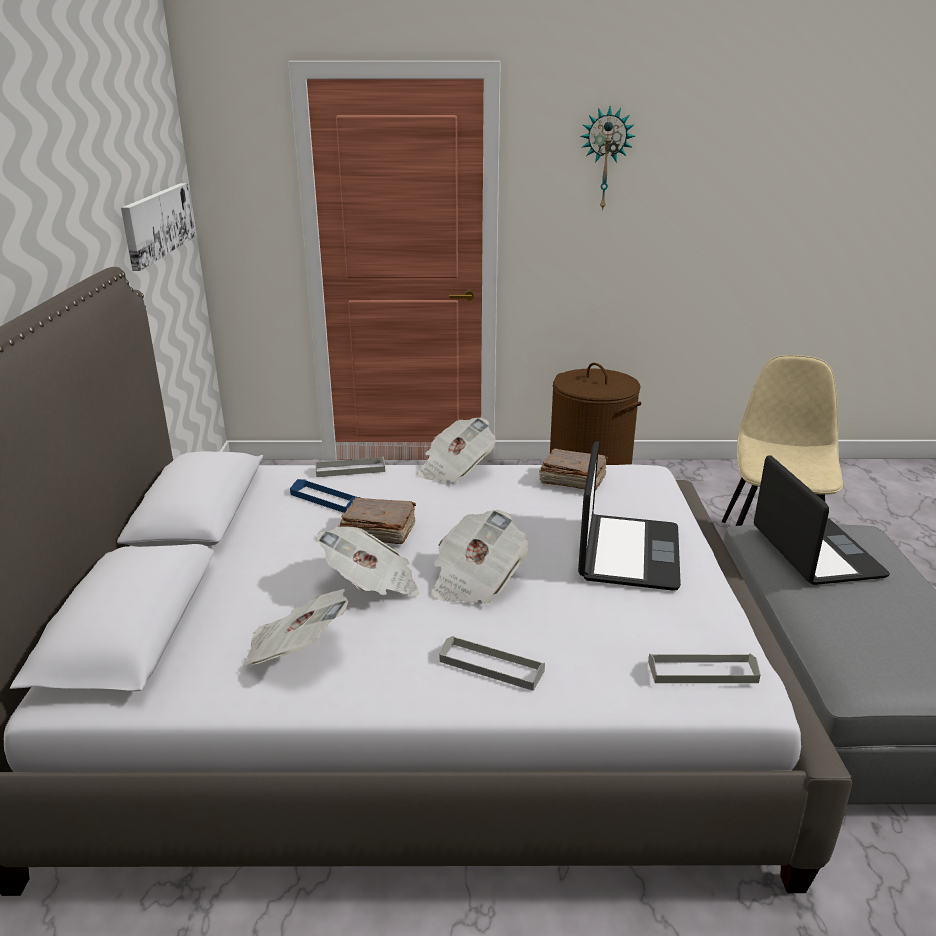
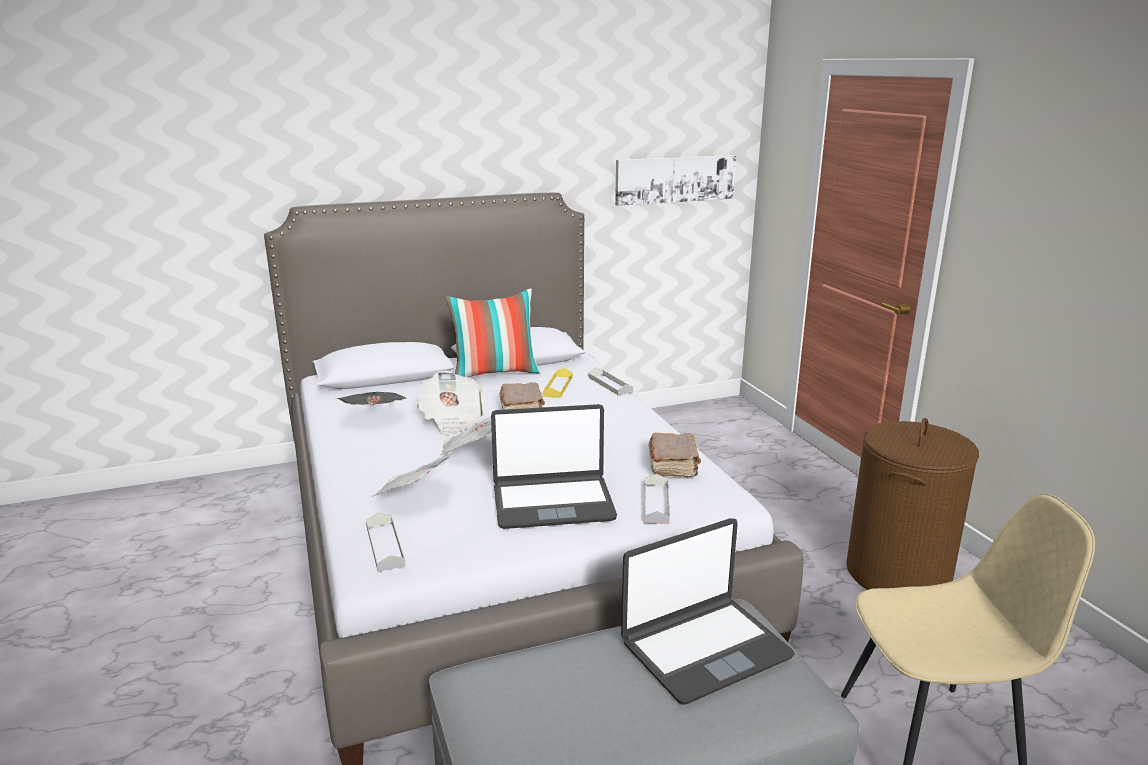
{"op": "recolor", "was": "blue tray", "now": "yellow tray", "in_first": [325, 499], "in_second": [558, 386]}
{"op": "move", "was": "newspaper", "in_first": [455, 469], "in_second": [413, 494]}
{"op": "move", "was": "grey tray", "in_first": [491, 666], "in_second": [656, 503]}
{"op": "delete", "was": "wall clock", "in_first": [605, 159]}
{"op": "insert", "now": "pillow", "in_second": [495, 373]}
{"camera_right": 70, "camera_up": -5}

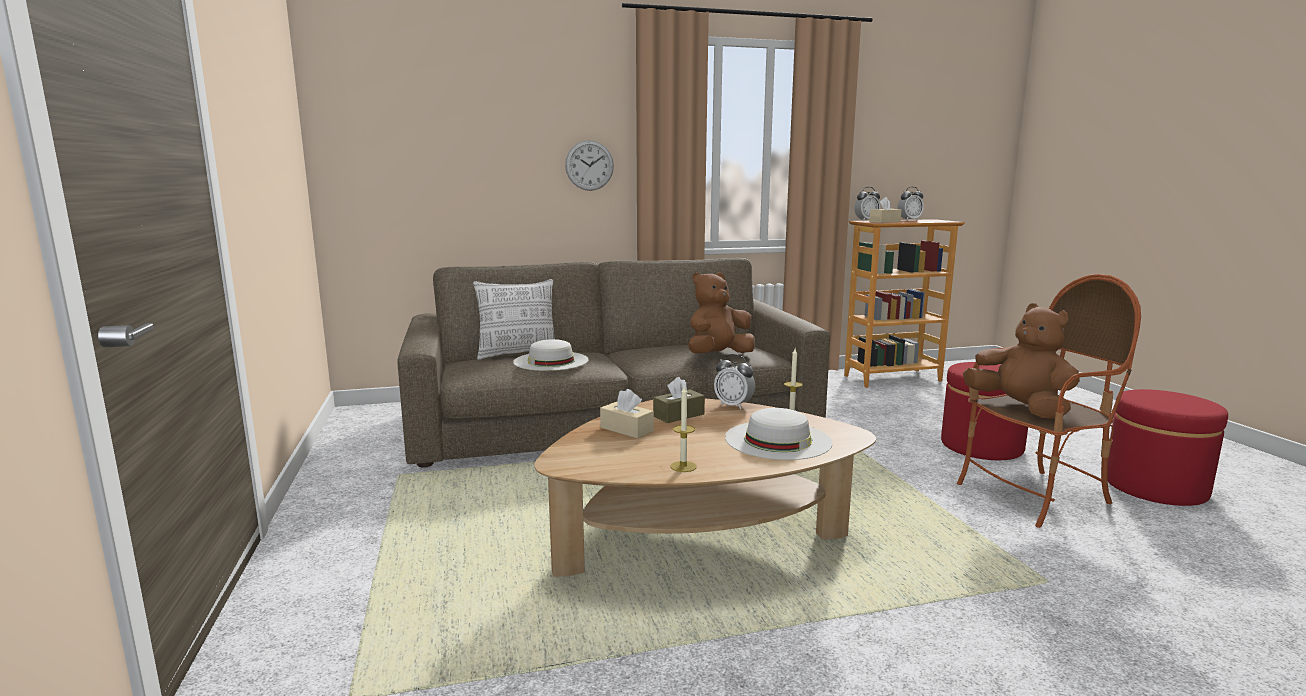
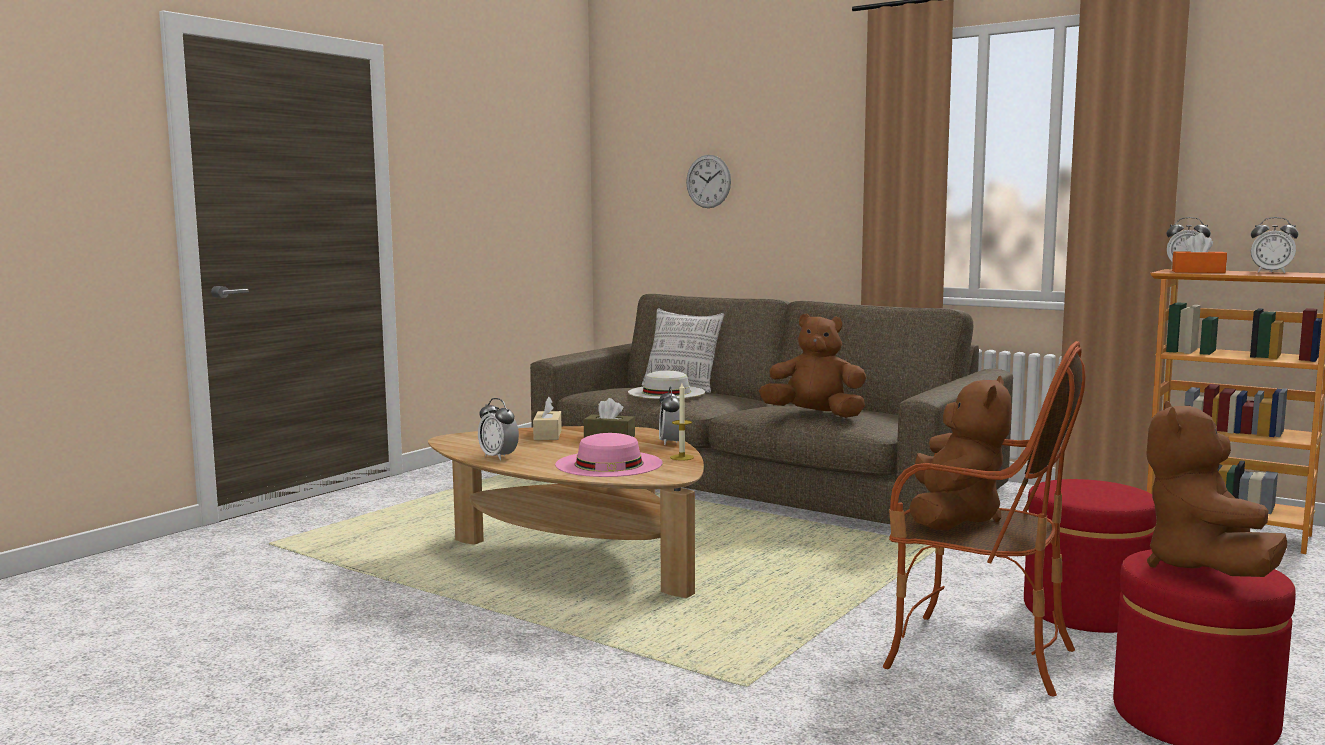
{"op": "move", "was": "wall clock", "in_first": [589, 165], "in_second": [708, 181]}
{"op": "replace", "was": "candle", "now": "alarm clock", "in_first": [683, 466], "in_second": [498, 457]}
{"op": "recolor", "was": "white hat", "now": "pink hat", "in_first": [778, 440], "in_second": [609, 464]}
{"op": "recolor", "was": "beige tissue box", "now": "orange tissue box", "in_first": [884, 222], "in_second": [1198, 272]}
{"op": "insert", "now": "brown plush toy", "in_second": [1203, 569]}
{"camera_right": 50, "camera_up": -5}

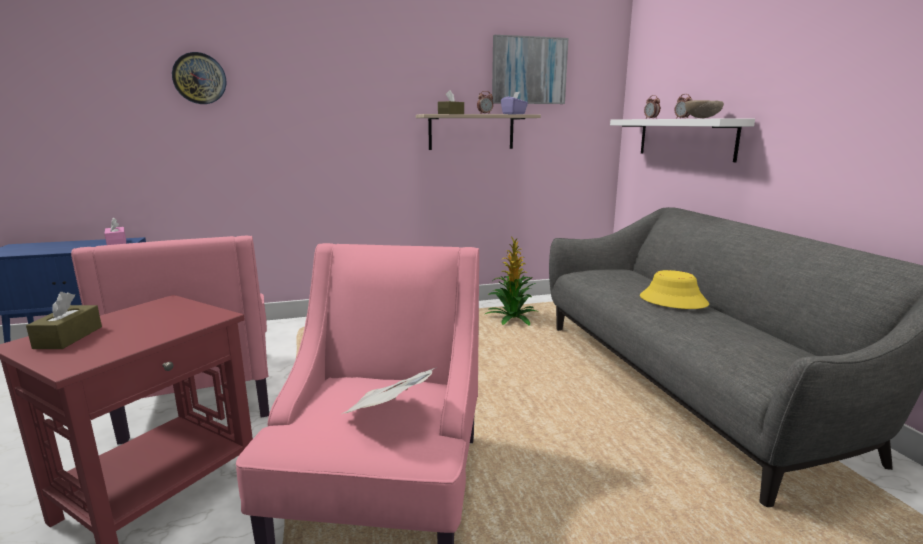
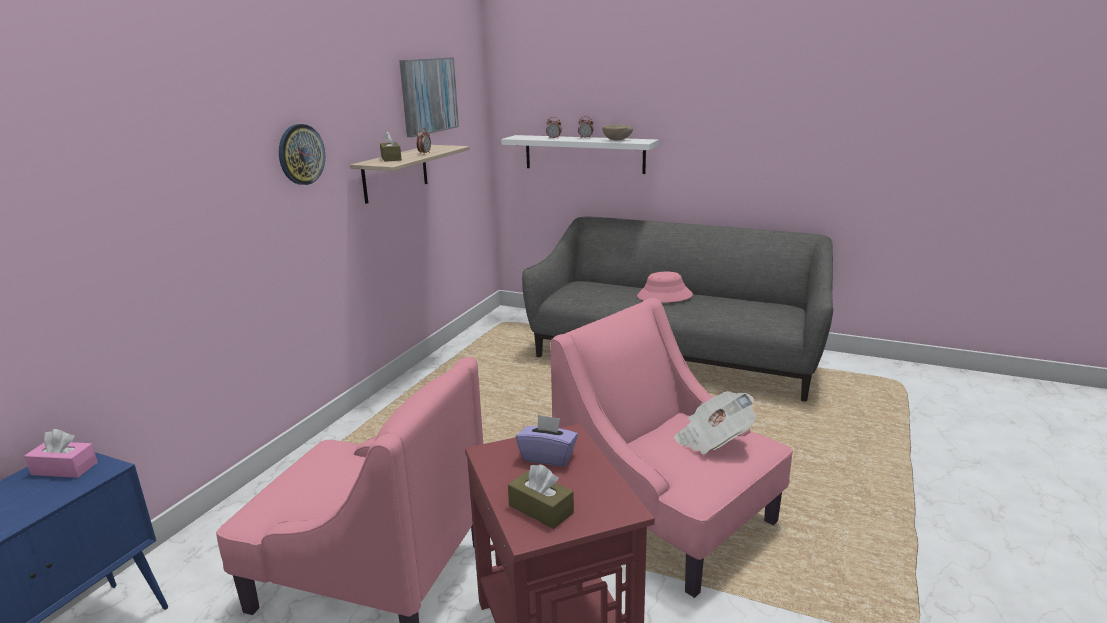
{"op": "move", "was": "wall clock", "in_first": [199, 78], "in_second": [301, 154]}
{"op": "delete", "was": "potted plant", "in_first": [511, 318]}
{"op": "move", "was": "purple tissue box", "in_first": [514, 114], "in_second": [548, 456]}
{"op": "recolor", "was": "yellow hat", "now": "pink hat", "in_first": [672, 301], "in_second": [664, 296]}
{"camera_right": -50, "camera_up": 5}

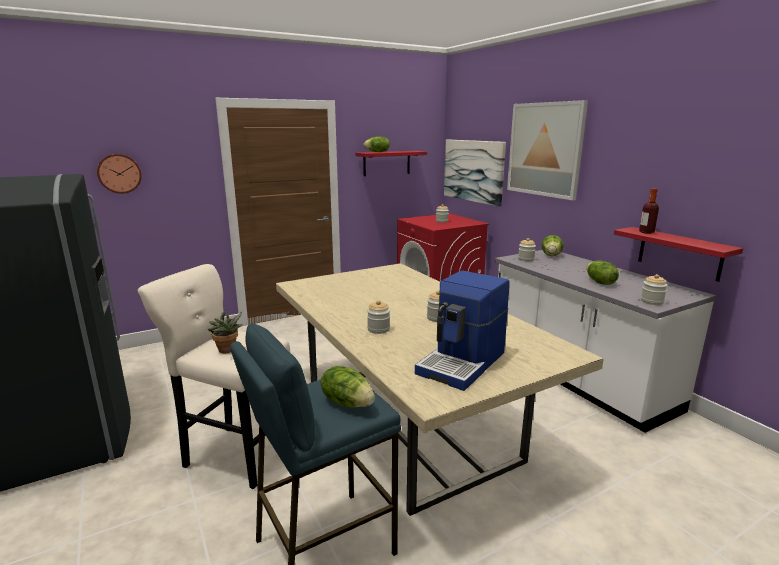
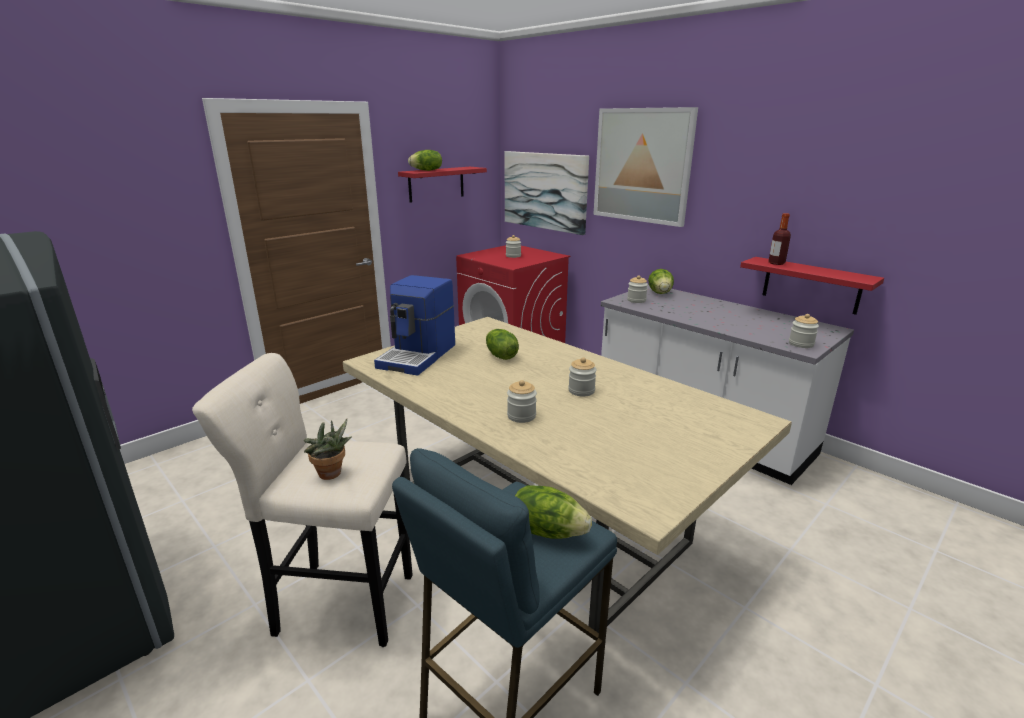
{"op": "delete", "was": "wall clock", "in_first": [119, 173]}
{"op": "move", "was": "coffee machine", "in_first": [463, 363], "in_second": [418, 356]}
{"op": "move", "was": "lettuce", "in_first": [599, 282], "in_second": [500, 356]}
{"camera_right": -15, "camera_up": 5}

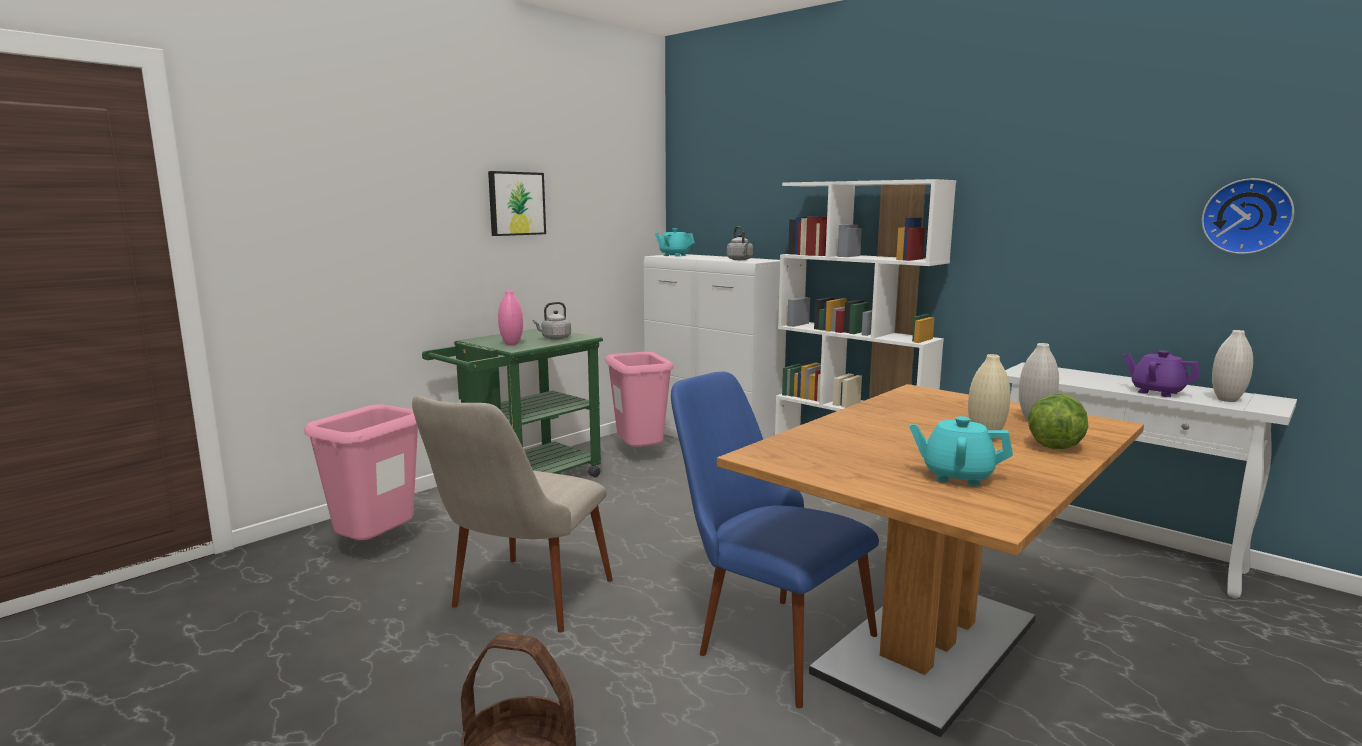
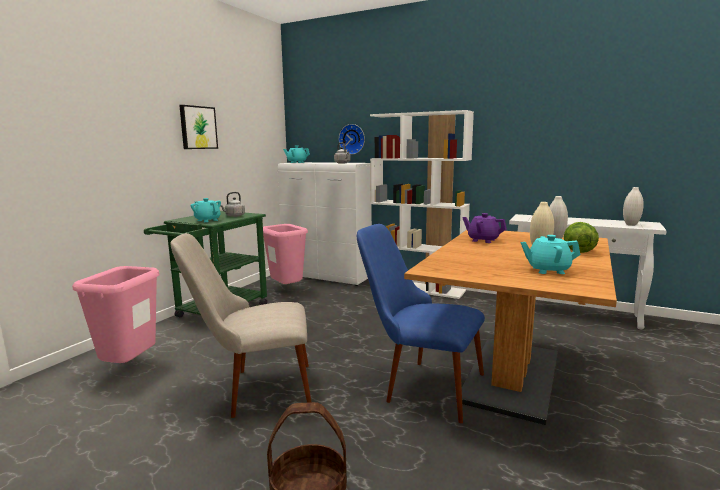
{"op": "rotate", "was": "beige chair", "in_first": [519, 606], "in_second": [254, 390], "clockwise": 75}
{"op": "replace", "was": "pink vase", "now": "turquoise teapot", "in_first": [511, 344], "in_second": [207, 220]}
{"op": "move", "was": "purple teapot", "in_first": [1157, 392], "in_second": [483, 240]}
{"op": "move", "was": "wall clock", "in_first": [1247, 216], "in_second": [352, 139]}
{"camera_right": -15, "camera_up": 0}

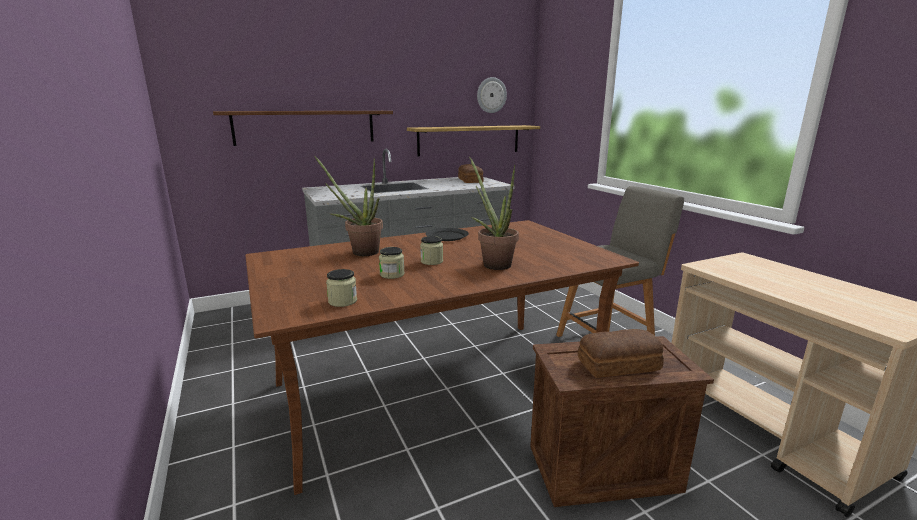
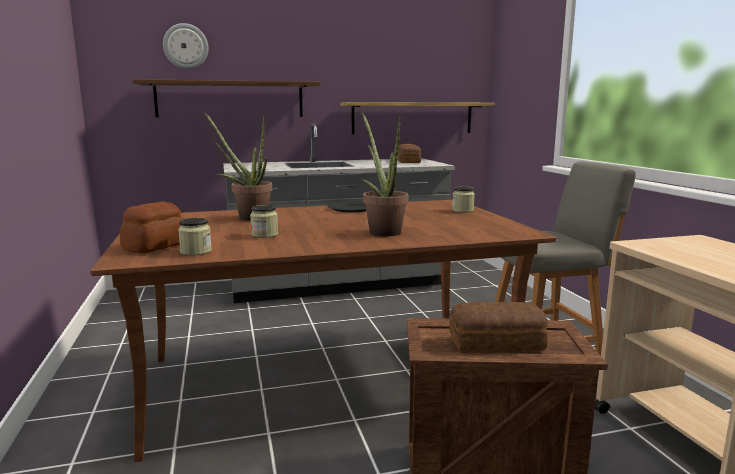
{"op": "move", "was": "jar", "in_first": [432, 261], "in_second": [462, 210]}
{"op": "move", "was": "wall clock", "in_first": [491, 95], "in_second": [186, 46]}
{"op": "insert", "now": "bread", "in_second": [156, 246]}
{"camera_right": 10, "camera_up": -5}

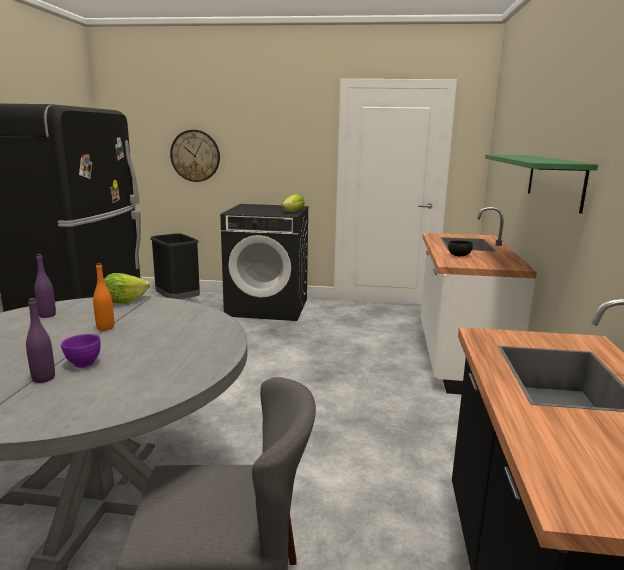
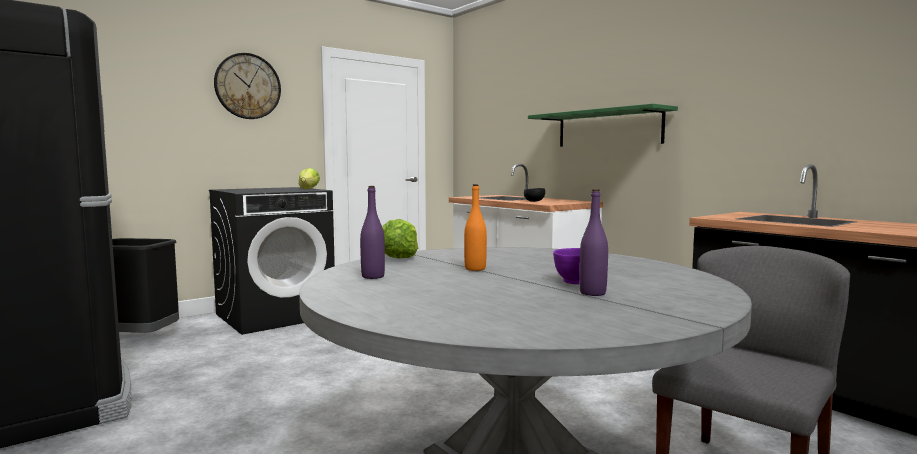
{"op": "move", "was": "wall clock", "in_first": [195, 156], "in_second": [247, 86]}
{"camera_right": -45, "camera_up": -10}

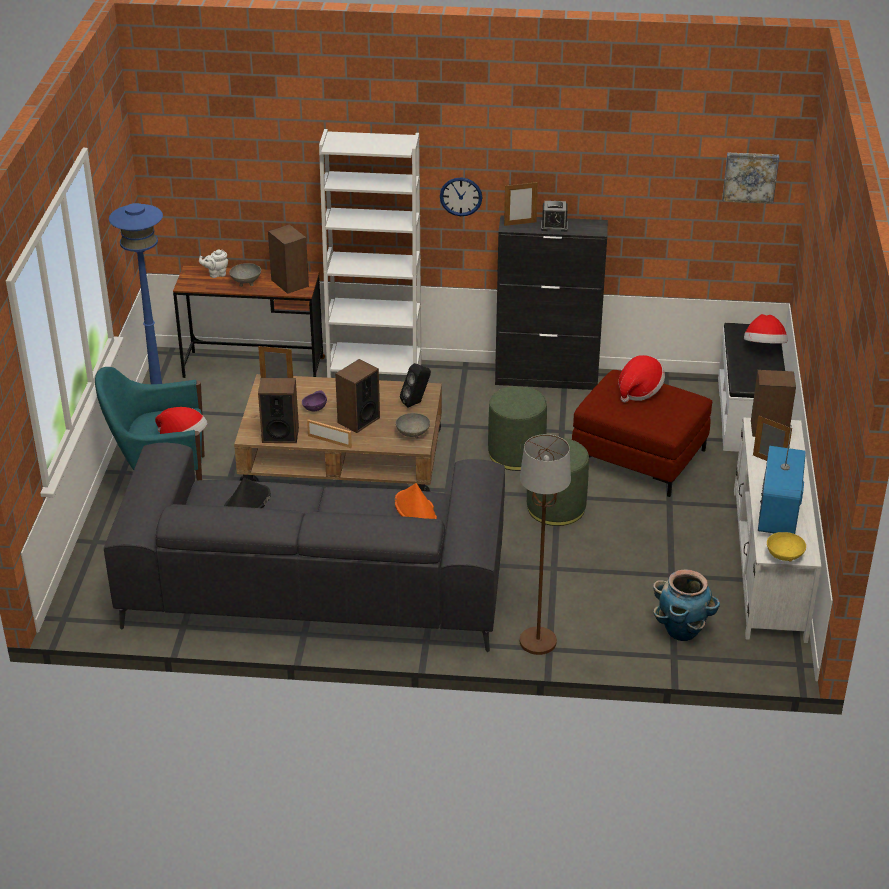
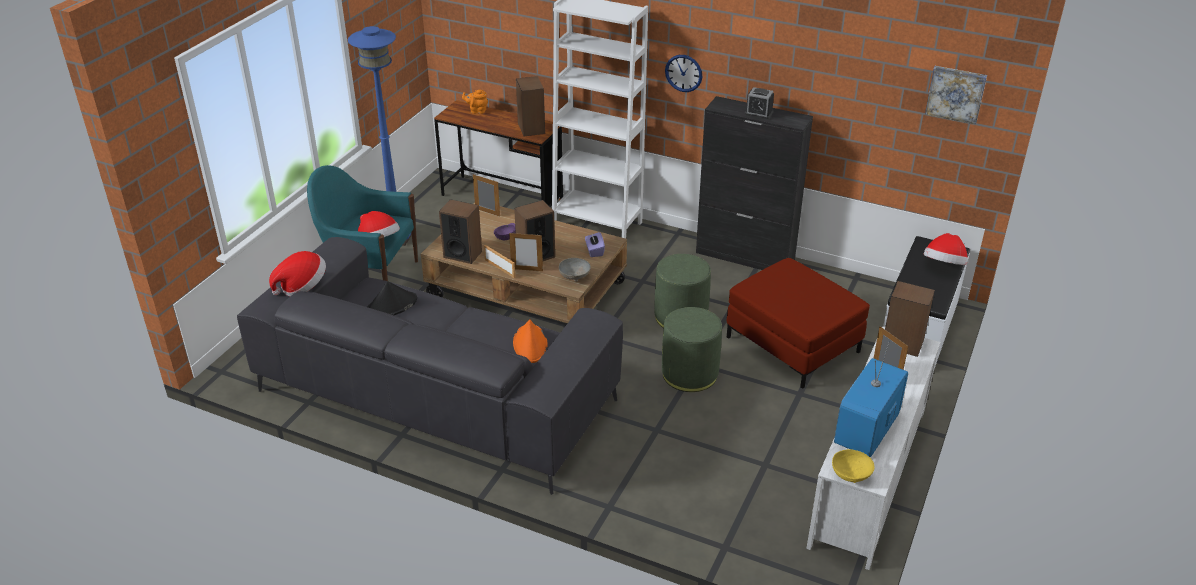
{"op": "recolor", "was": "white teapot", "now": "orange teapot", "in_first": [216, 274], "in_second": [477, 111]}
{"op": "delete", "was": "grey bowl", "in_first": [246, 282]}
{"op": "replace", "was": "black speaker", "now": "purple tissue box", "in_first": [416, 403], "in_second": [594, 251]}
{"op": "move", "was": "picture frame", "in_first": [520, 223], "in_second": [527, 270]}
{"op": "delete", "was": "brown floor lamp", "in_first": [537, 642]}
{"op": "move", "was": "hat", "in_first": [639, 391], "in_second": [302, 287]}
{"op": "delete", "was": "planter", "in_first": [682, 631]}
{"camera_right": 20, "camera_up": 0}

